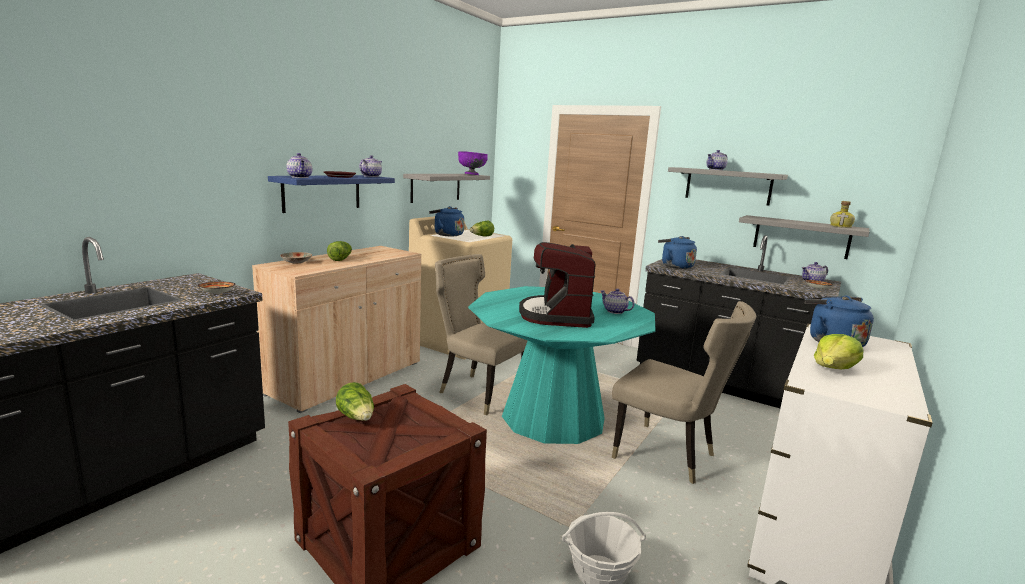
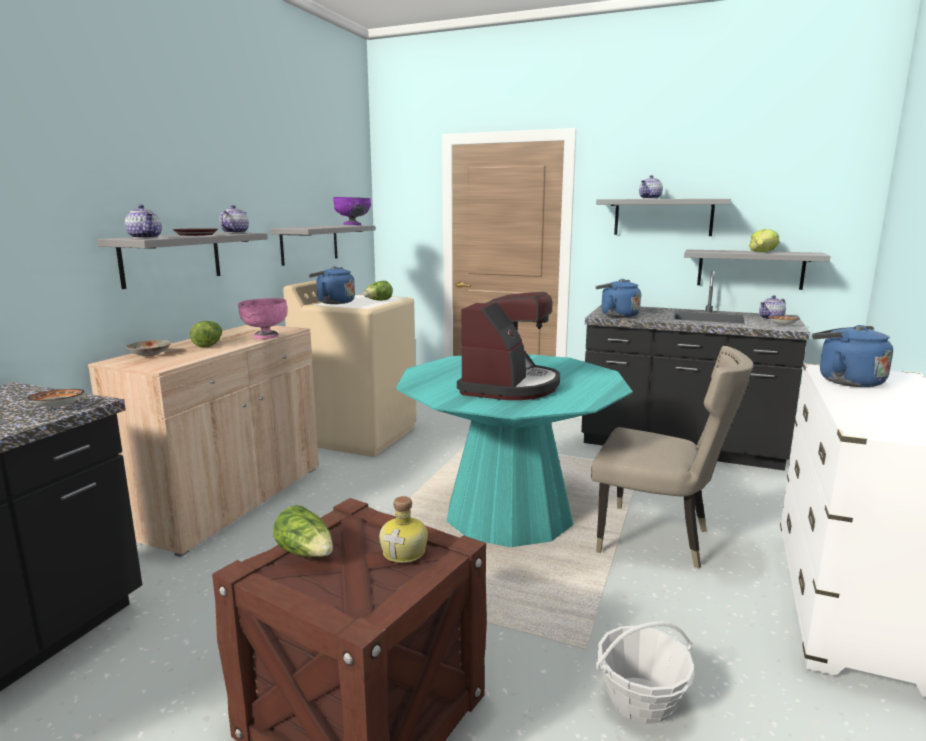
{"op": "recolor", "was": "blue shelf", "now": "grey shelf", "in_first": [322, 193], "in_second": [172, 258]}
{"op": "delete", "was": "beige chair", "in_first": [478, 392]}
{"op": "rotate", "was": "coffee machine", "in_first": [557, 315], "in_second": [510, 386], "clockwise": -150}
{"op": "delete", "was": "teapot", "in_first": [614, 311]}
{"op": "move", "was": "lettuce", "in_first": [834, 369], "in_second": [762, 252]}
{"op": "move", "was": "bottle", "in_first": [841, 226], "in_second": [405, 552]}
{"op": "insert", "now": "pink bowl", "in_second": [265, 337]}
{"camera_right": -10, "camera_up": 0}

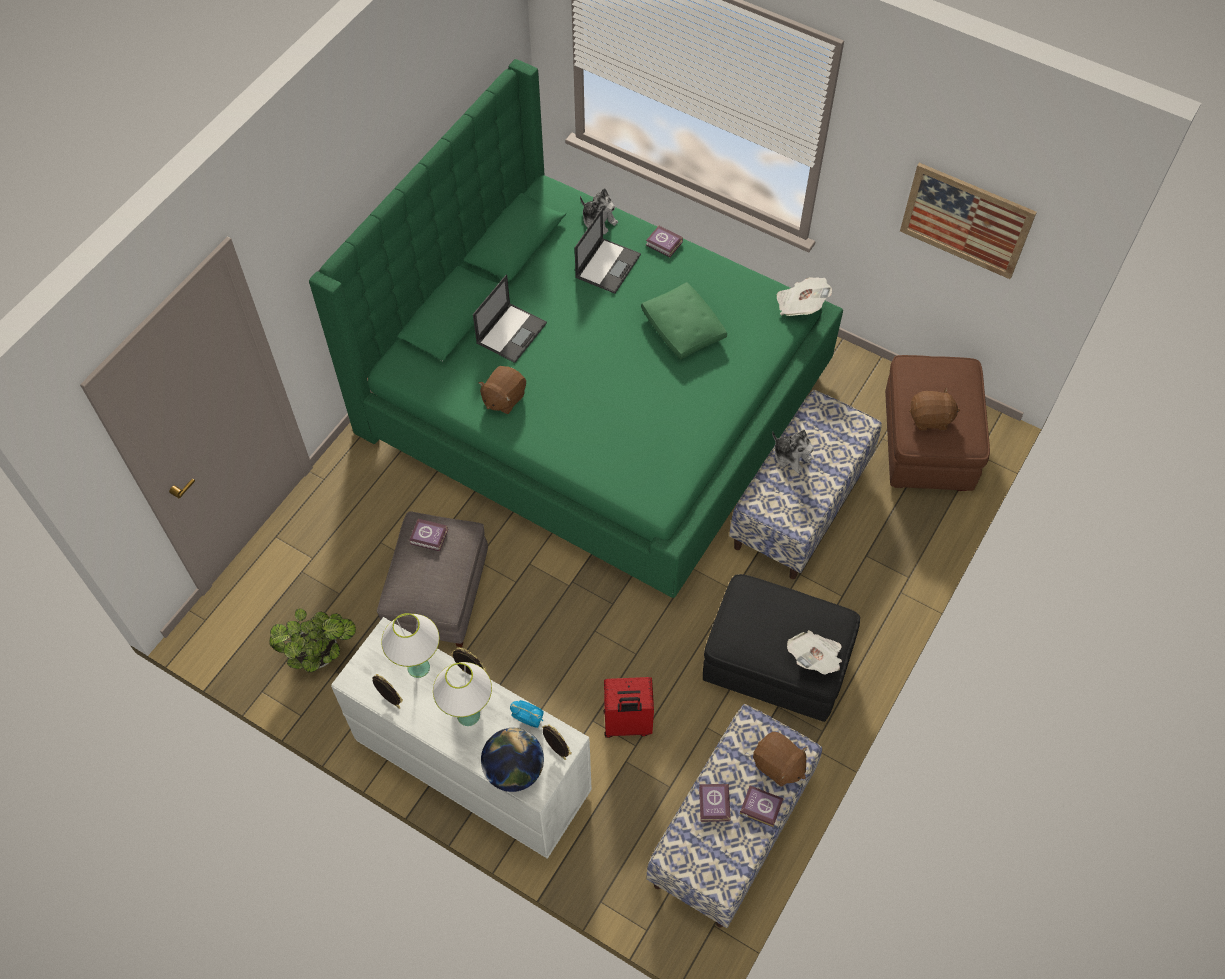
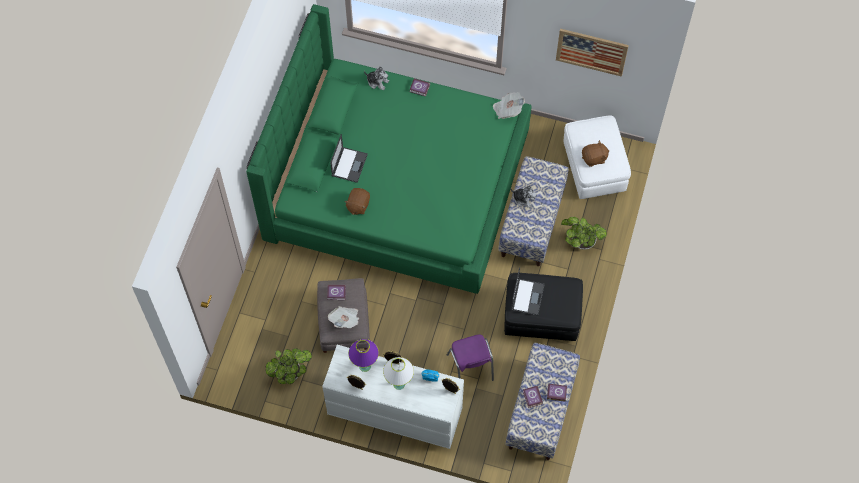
{"op": "recolor", "was": "white table lamp", "now": "purple table lamp", "in_first": [419, 667], "in_second": [365, 366]}
{"op": "delete", "was": "globe", "in_first": [514, 770]}
{"op": "move", "was": "laptop", "in_first": [608, 265], "in_second": [527, 296]}
{"op": "replace", "was": "red suitcase", "now": "purple chair", "in_first": [627, 724], "in_second": [470, 368]}
{"op": "delete", "was": "green pillow", "in_first": [682, 327]}
{"op": "delete", "was": "brown plush toy", "in_first": [778, 765]}
{"op": "move", "was": "newspaper", "in_first": [815, 658], "in_second": [345, 320]}
{"op": "recolor", "was": "brown ottoman", "now": "white ottoman", "in_first": [926, 444], "in_second": [594, 168]}
{"op": "insert", "now": "potted plant", "in_second": [581, 241]}
{"camera_right": -15, "camera_up": 5}

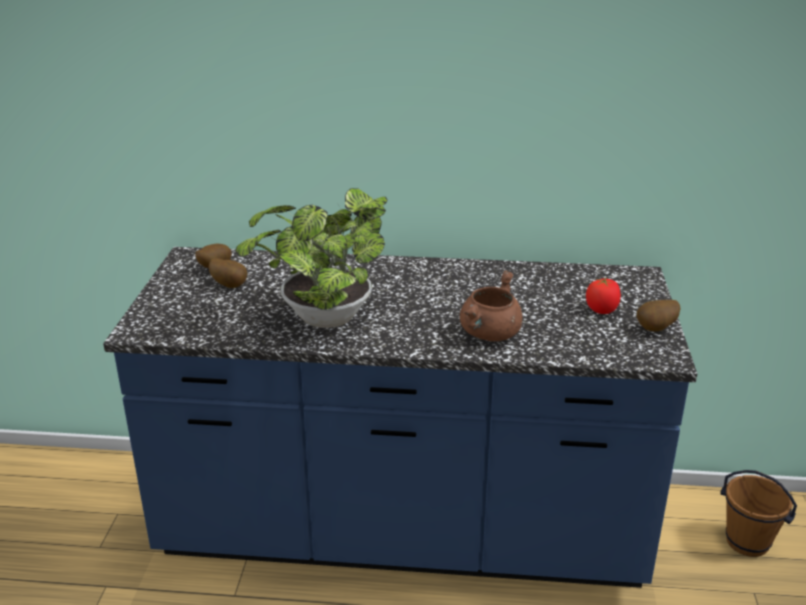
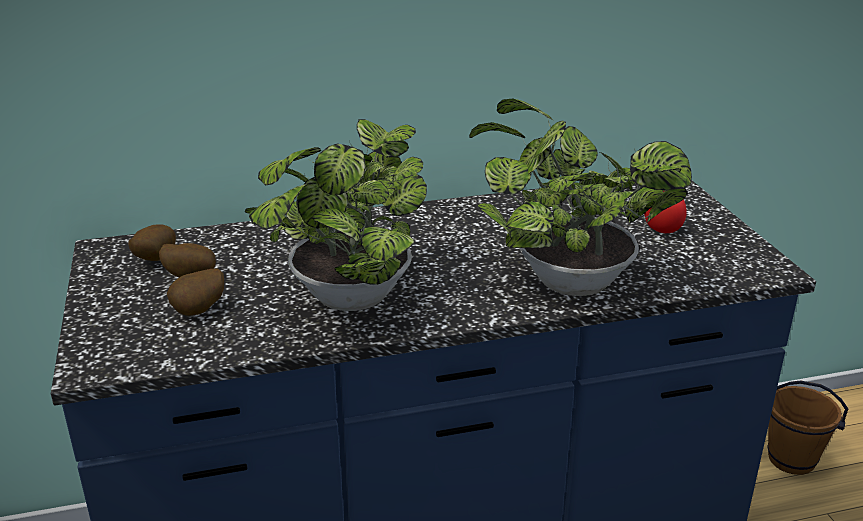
{"op": "replace", "was": "brown cooking pot", "now": "potted plant", "in_first": [490, 334], "in_second": [564, 280]}
{"op": "move", "was": "potato", "in_first": [656, 329], "in_second": [200, 312]}
{"camera_right": -20, "camera_up": 0}

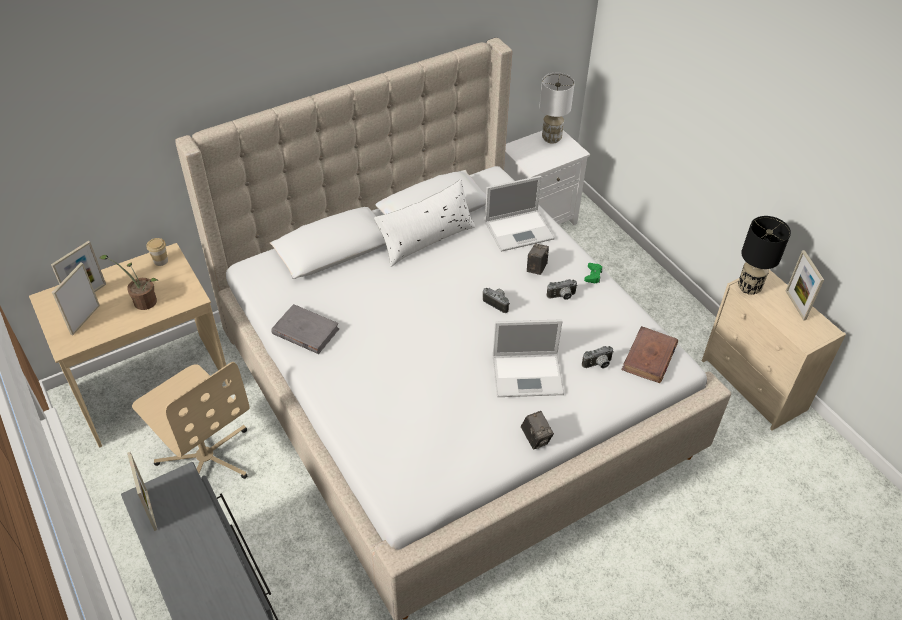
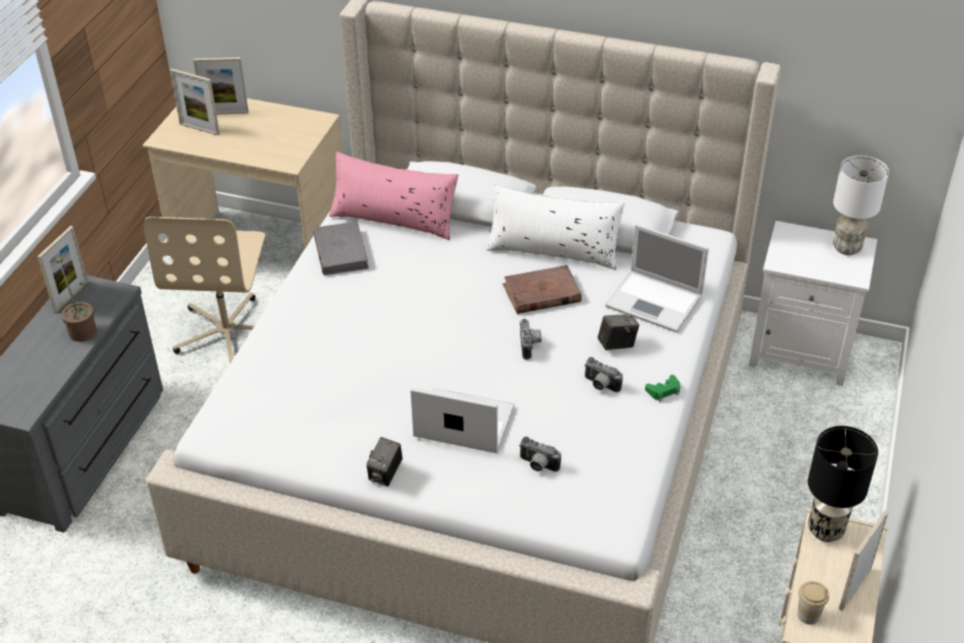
{"op": "rotate", "was": "picture frame", "in_first": [85, 319], "in_second": [199, 129], "clockwise": -135}
{"op": "move", "was": "potted plant", "in_first": [142, 300], "in_second": [82, 329]}
{"op": "move", "was": "cup", "in_first": [161, 261], "in_second": [808, 615]}
{"op": "rotate", "was": "laptop", "in_first": [529, 375], "in_second": [462, 422], "clockwise": 150}
{"op": "move", "was": "brown book", "in_first": [649, 357], "in_second": [541, 293]}
{"op": "insert", "now": "pink pillow", "in_second": [394, 218]}
{"camera_right": 50, "camera_up": -5}

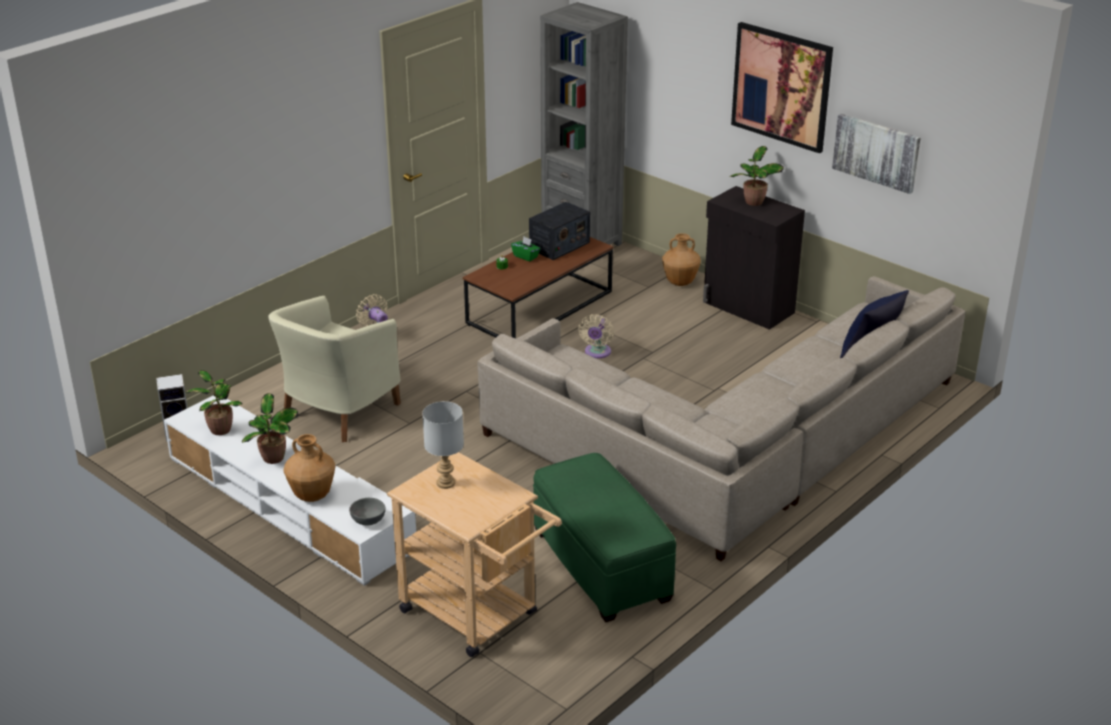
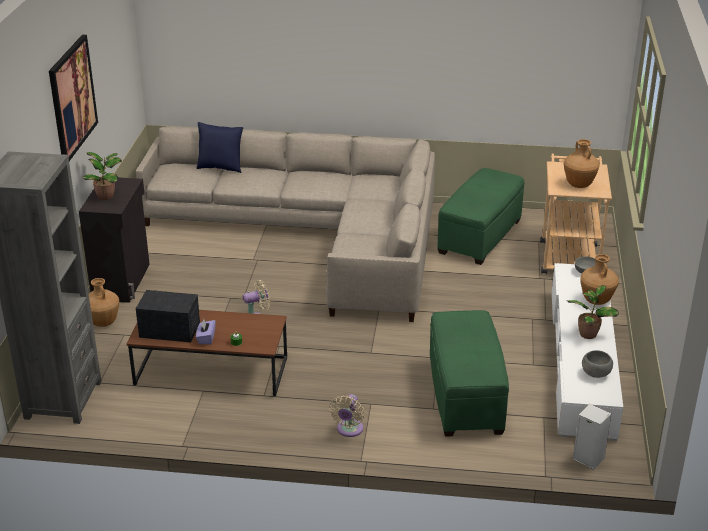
{"op": "replace", "was": "potted plant", "now": "grey bowl", "in_first": [219, 429], "in_second": [595, 374]}
{"op": "replace", "was": "beige armchair", "now": "green ottoman", "in_first": [337, 412], "in_second": [465, 396]}
{"op": "replace", "was": "grey table lamp", "now": "brown vase", "in_first": [445, 483], "in_second": [579, 185]}
{"op": "recolor", "was": "green tissue box", "now": "purple tissue box", "in_first": [526, 256], "in_second": [206, 338]}
{"op": "delete", "was": "picture", "in_first": [876, 152]}
{"camera_right": -125, "camera_up": 0}

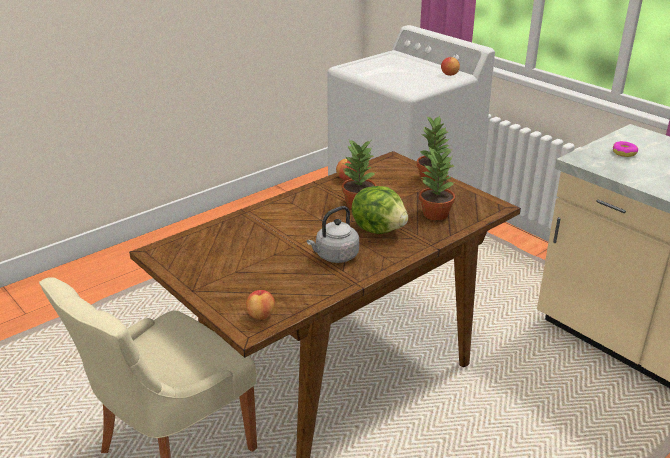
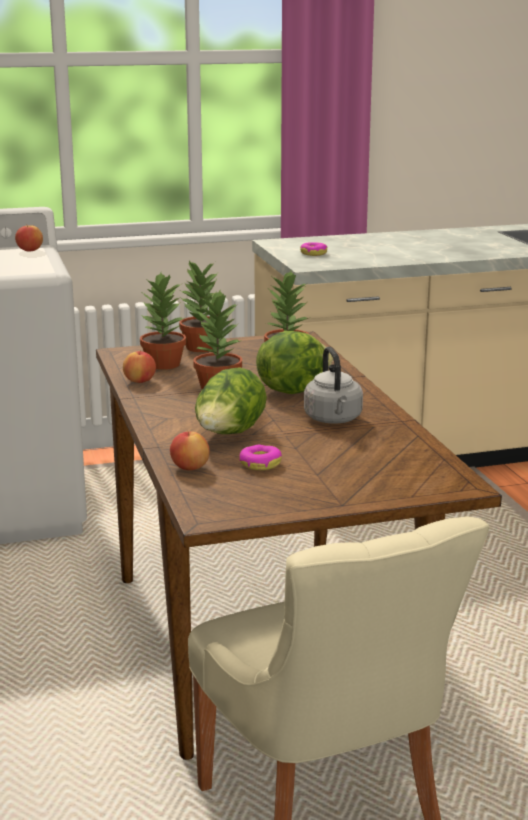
{"op": "move", "was": "apple", "in_first": [261, 315], "in_second": [189, 468]}
{"op": "insert", "now": "potted plant", "in_second": [163, 364]}
{"op": "insert", "now": "lettuce", "in_second": [229, 435]}
{"op": "insert", "now": "donut", "in_second": [260, 464]}
{"camera_right": -65, "camera_up": -10}

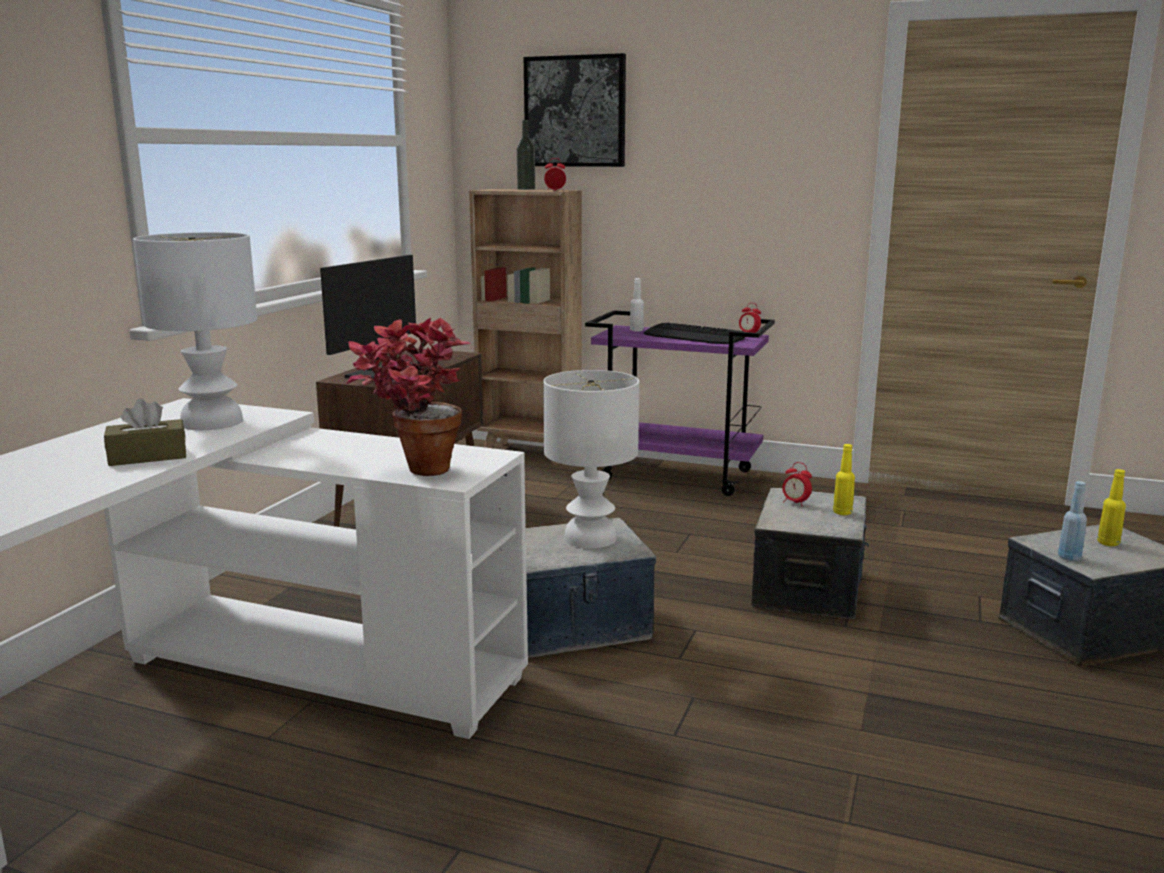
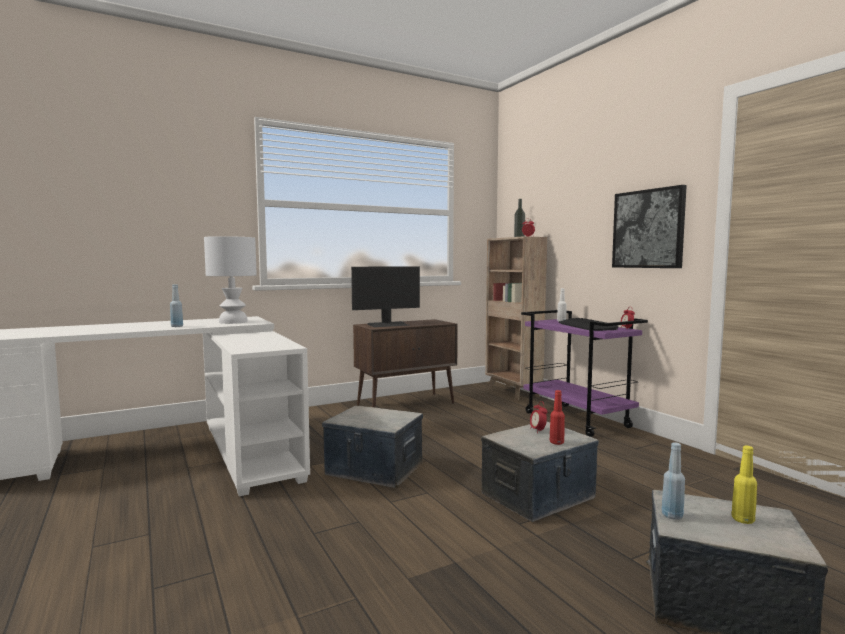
{"op": "replace", "was": "brown tissue box", "now": "blue bottle", "in_first": [148, 457], "in_second": [177, 326]}
{"op": "delete", "was": "potted plant", "in_first": [413, 472]}
{"op": "move", "was": "picture", "in_first": [575, 111], "in_second": [648, 229]}
{"op": "delete", "was": "white table lamp", "in_first": [591, 538]}
{"op": "recolor", "was": "yellow bottle", "now": "red bottle", "in_first": [842, 512], "in_second": [556, 442]}
{"camera_right": 40, "camera_up": -10}

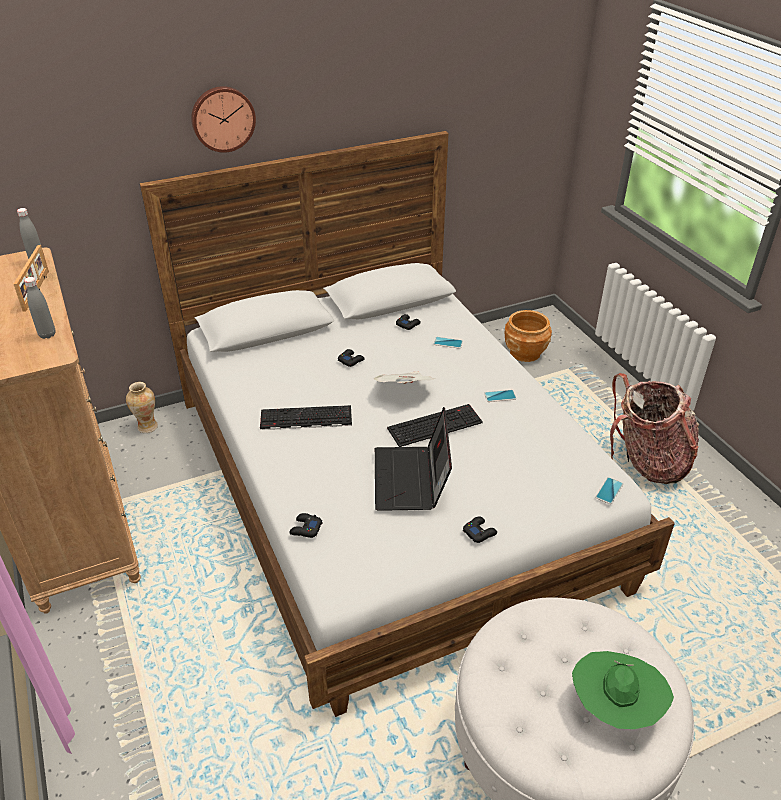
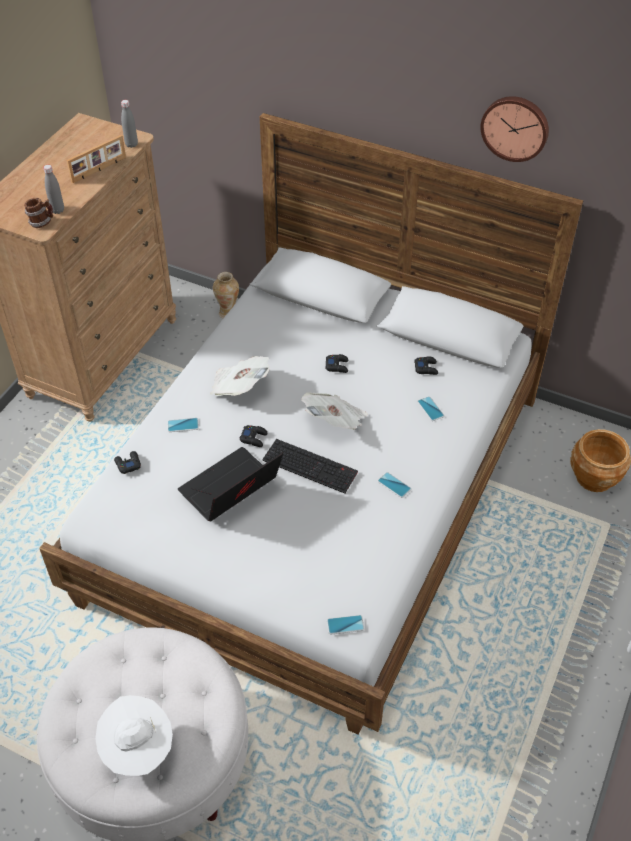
{"op": "move", "was": "wall clock", "in_first": [222, 118], "in_second": [515, 127]}
{"op": "replace", "was": "keyboard", "now": "newspaper", "in_first": [305, 419], "in_second": [239, 387]}
{"op": "move", "was": "black game controller", "in_first": [479, 532], "in_second": [254, 438]}
{"op": "recolor", "was": "green hat", "now": "white hat", "in_first": [614, 707], "in_second": [137, 749]}
{"op": "delete", "was": "backpack", "in_first": [647, 463]}
{"op": "insert", "now": "mug", "in_second": [42, 223]}
{"op": "insert", "now": "phone", "in_second": [183, 425]}
{"camera_right": 50, "camera_up": 10}

